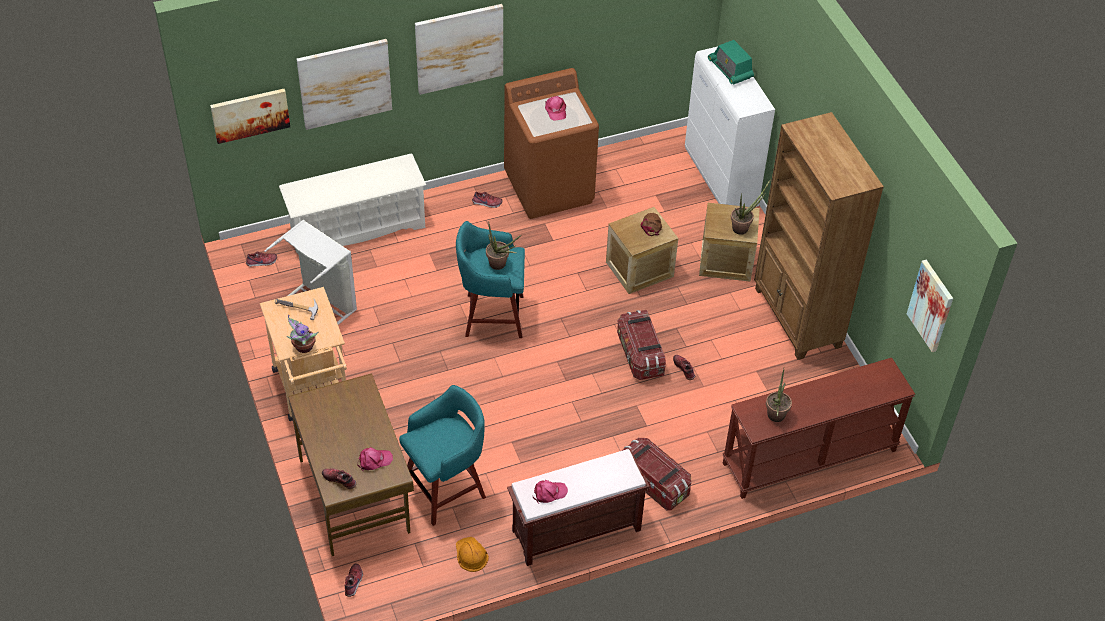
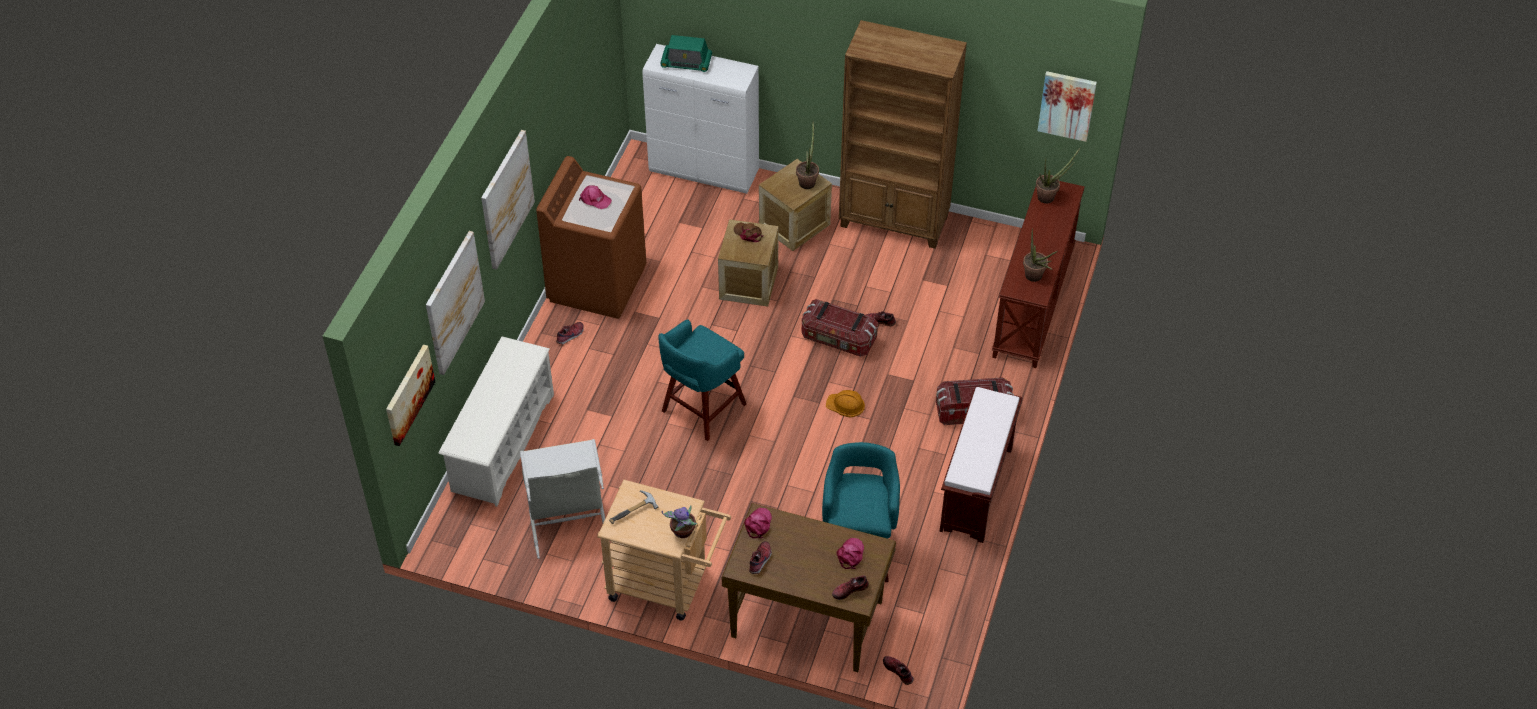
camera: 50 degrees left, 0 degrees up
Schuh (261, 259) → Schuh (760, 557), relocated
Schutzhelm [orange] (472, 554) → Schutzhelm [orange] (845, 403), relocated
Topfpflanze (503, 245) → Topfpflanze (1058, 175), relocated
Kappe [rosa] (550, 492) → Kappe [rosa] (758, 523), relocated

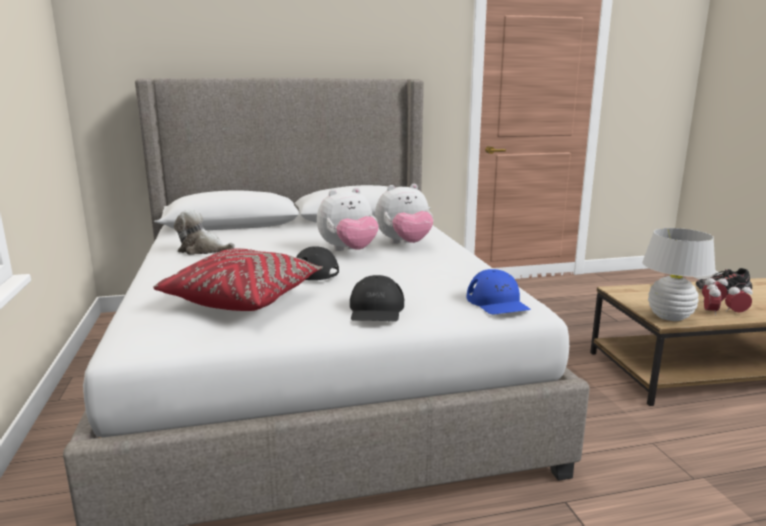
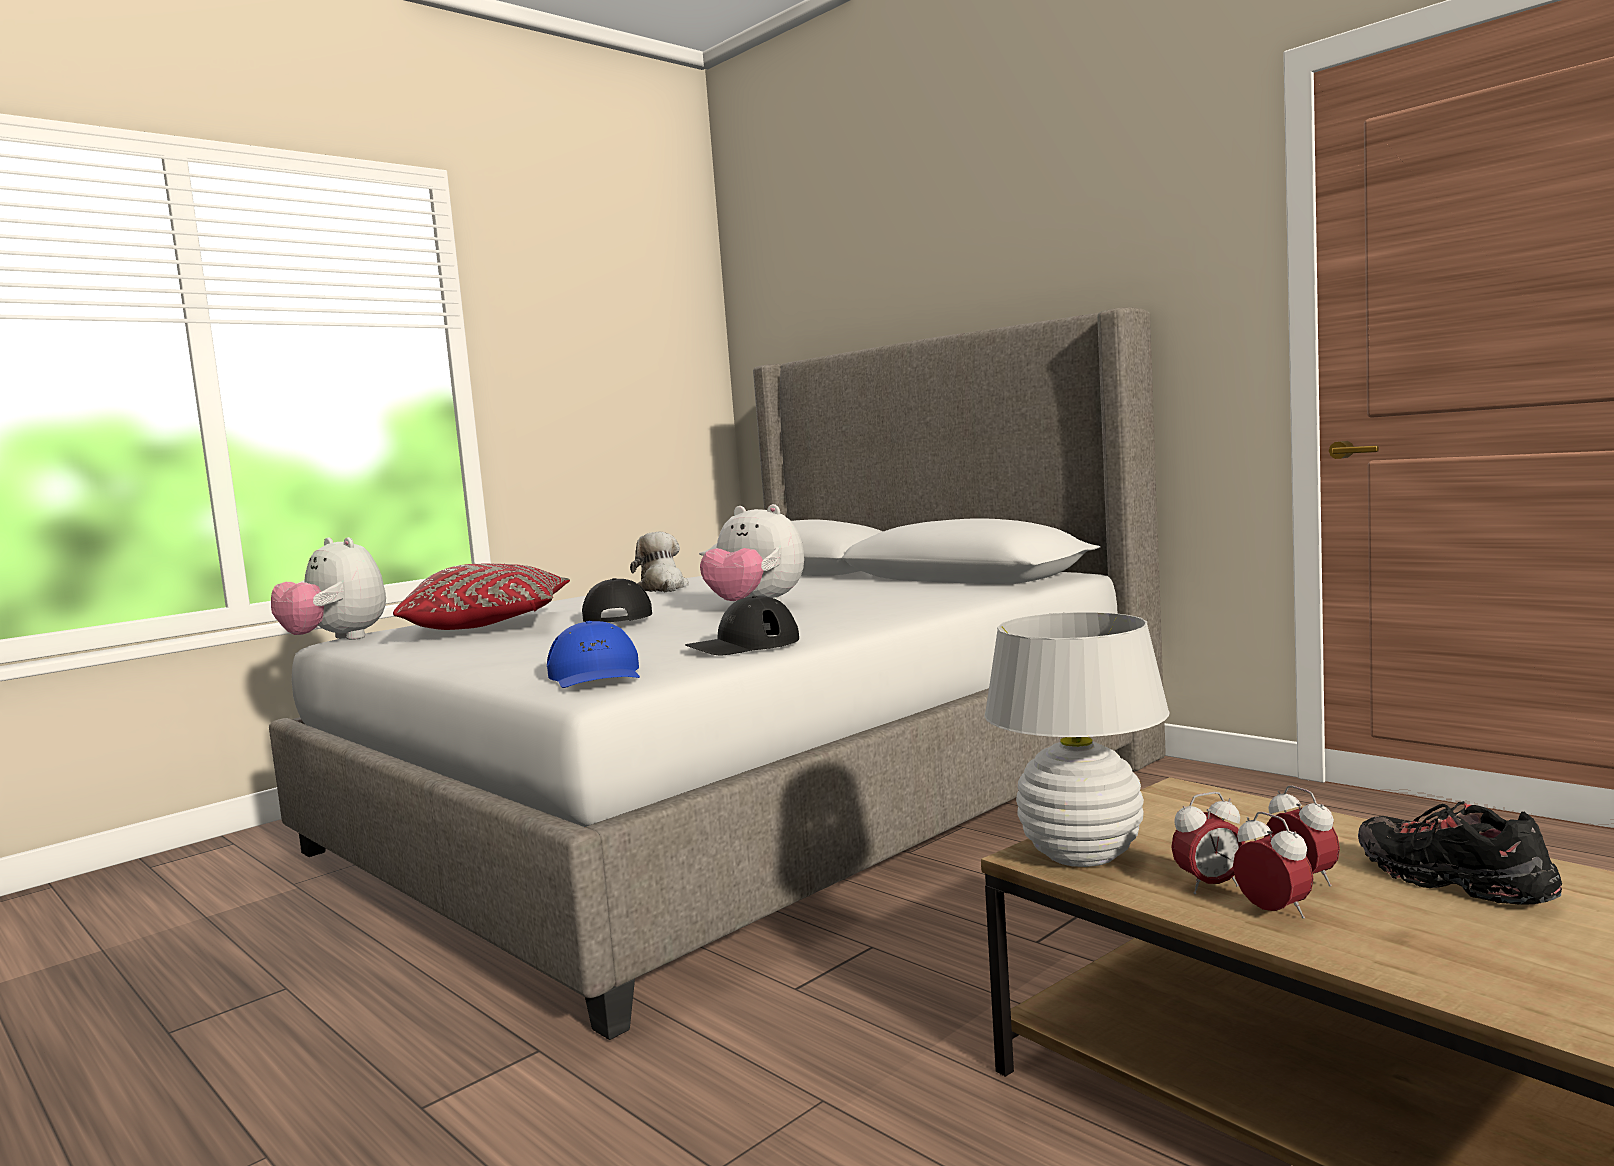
camera: 60 degrees right, 10 degrees down
Kappe [schwarz] (377, 298) → Kappe [schwarz] (742, 625), relocated
Plüschtier (404, 214) → Plüschtier (328, 588), relocated
Kappe [blau] (499, 291) → Kappe [blau] (593, 654), 60 degrees counterclockwise

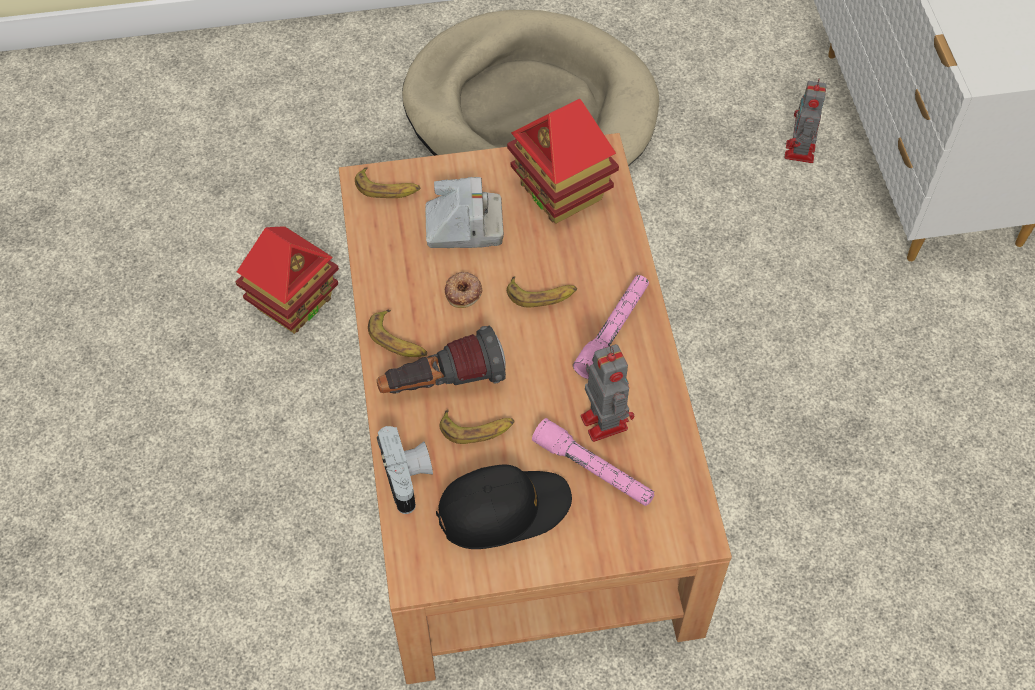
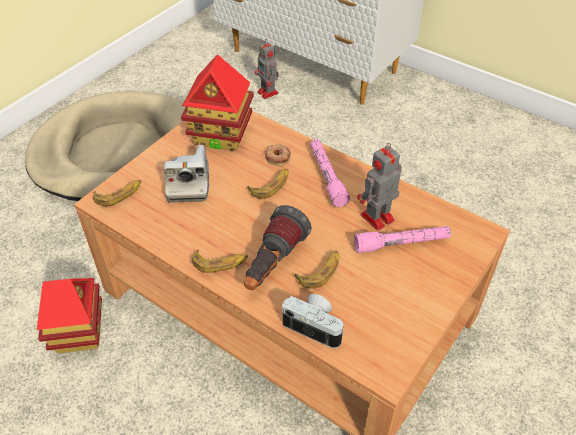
camera: 45 degrees left, 10 degrees down
Kappe [schwarz] (504, 507) → -
Donut (464, 289) → Donut (278, 155), relocated
Kamera (464, 212) → Kamera (186, 174), 135 degrees clockwise
Spielzeugroboter (607, 393) → Spielzeugroboter (379, 187), 60 degrees counterclockwise

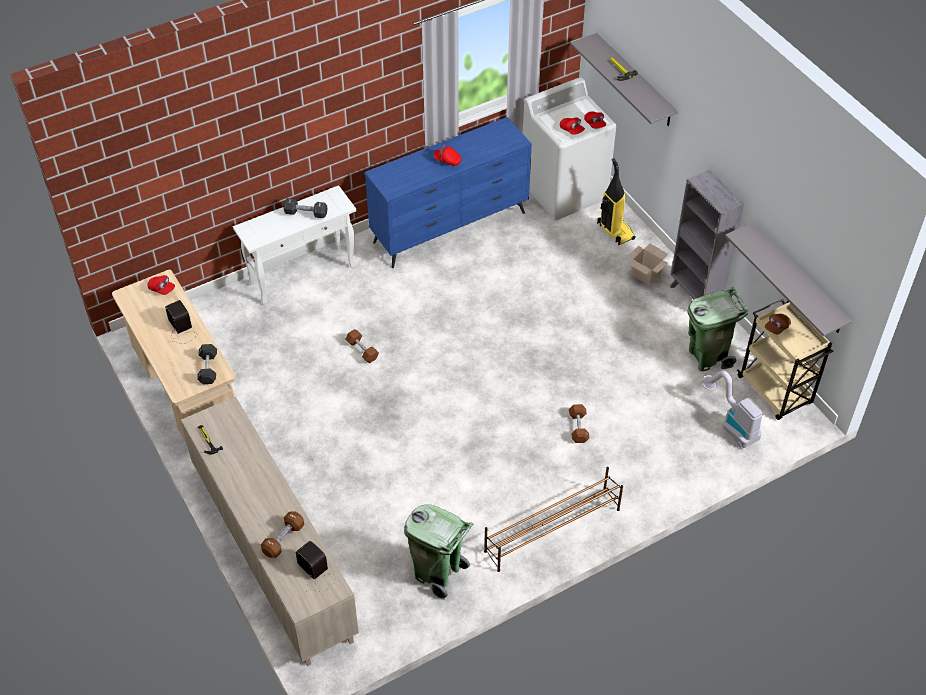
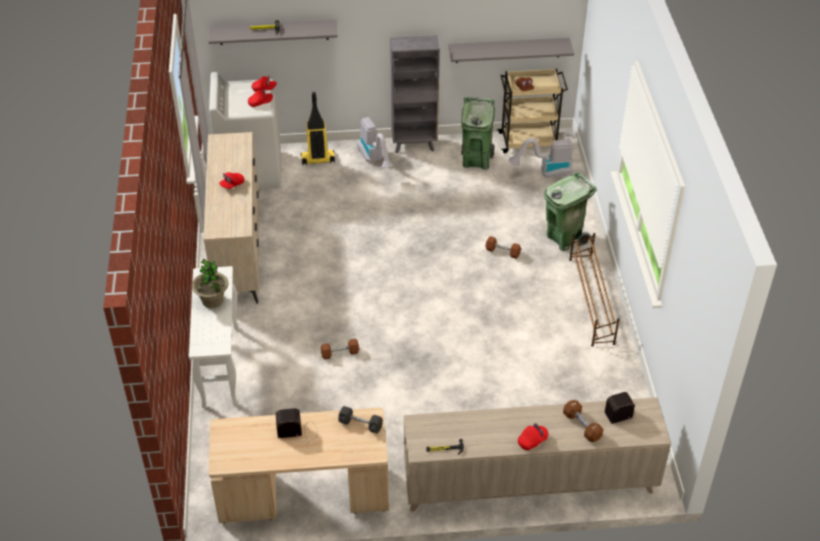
camera: 65 degrees left, 5 degrees down
Kappe [rot] (161, 285) → Kappe [rot] (533, 436), relocated
Mülleimer [grün] (439, 552) → Mülleimer [grün] (570, 211), relocated
Hantel [schwarz] (305, 208) → Topfpflanze (210, 283)
Karton (648, 264) → Staubsauger (375, 142)
Kommode [blau] (448, 192) → Kommode [beige] (231, 218)

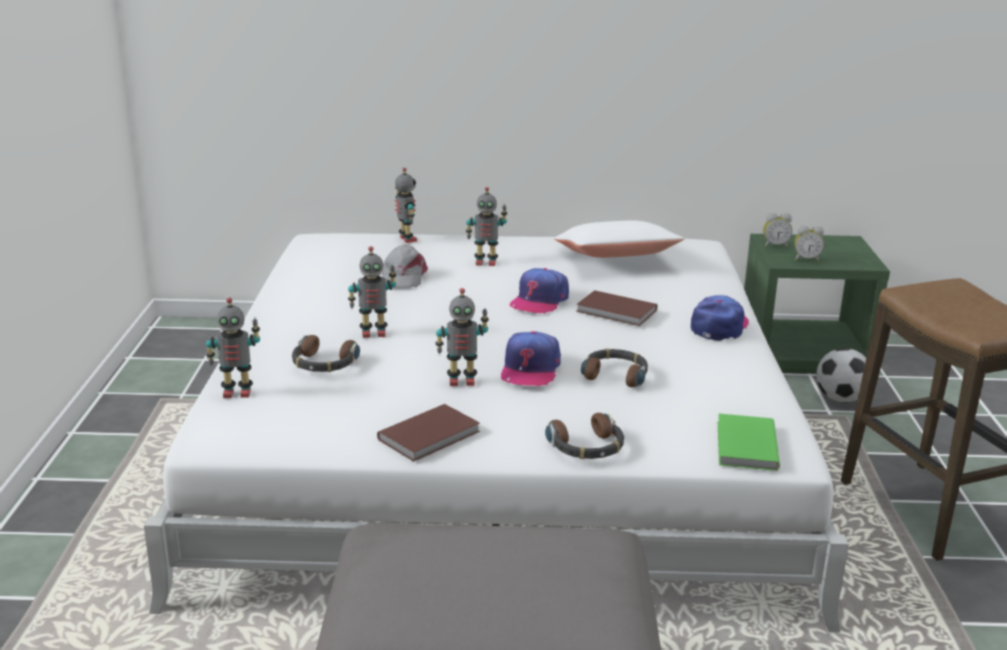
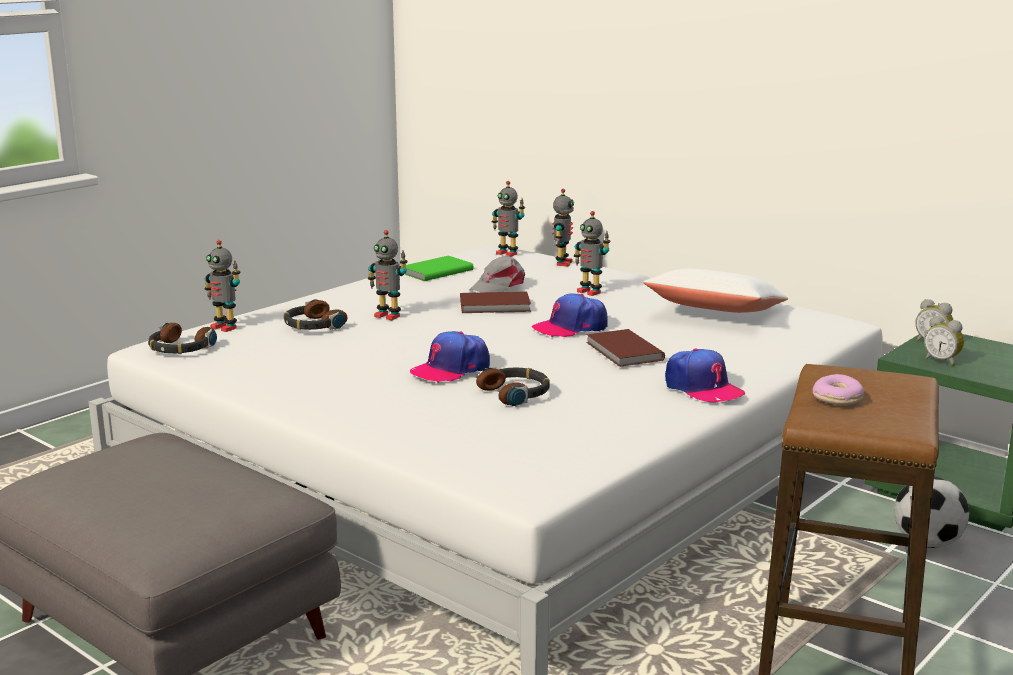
camera: 40 degrees right, 5 degrees down
- → Donut (838, 389)
Buch [braun] (428, 432) → Buch [braun] (495, 302), relocated
Spielzeugroboter (462, 337) → Spielzeugroboter (508, 219), relocated
Kopfhörer (584, 436) → Kopfhörer (182, 338), relocated
Buch [grün] (749, 442) → Buch [grün] (438, 268), relocated
Kappe (720, 318) → Kappe (705, 375), 75 degrees clockwise

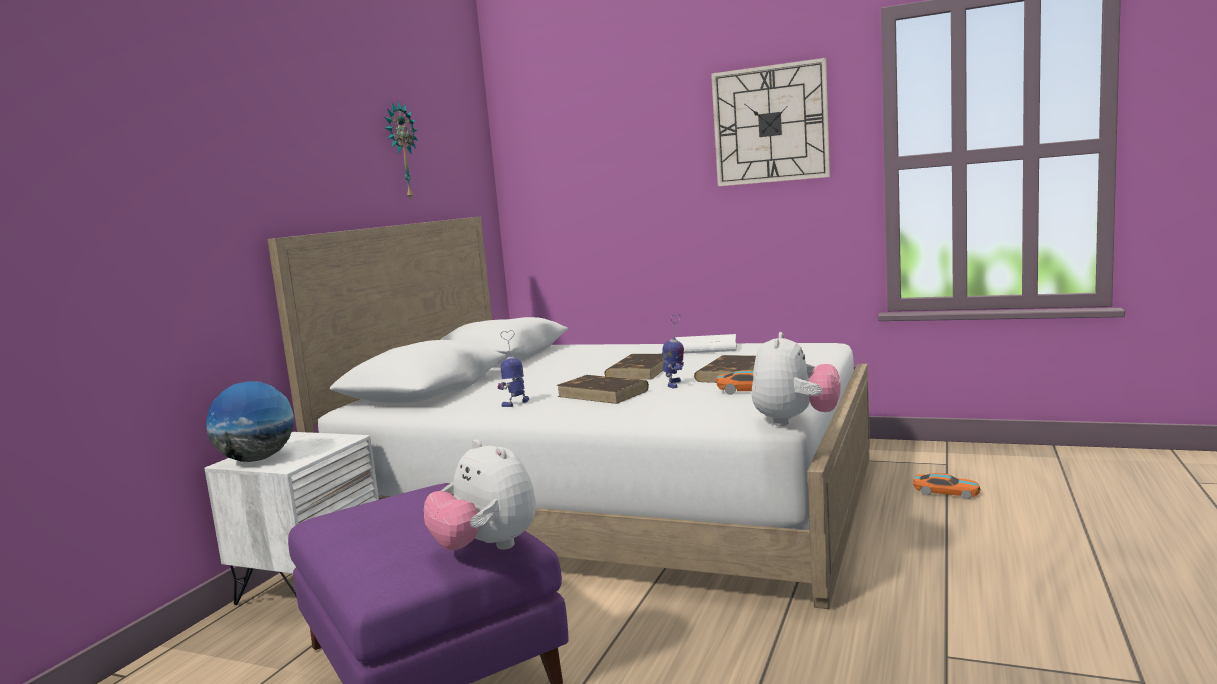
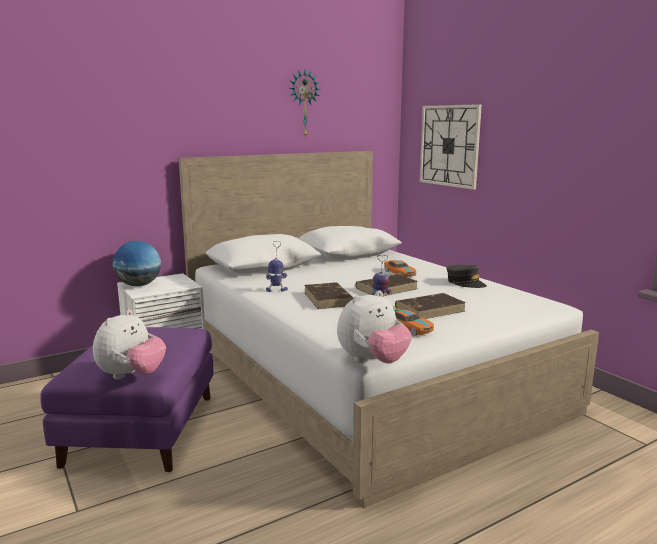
camera: 35 degrees right, 5 degrees up
Wanduhr (770, 122) → Wanduhr (451, 147), relocated
Spielzeugauto (947, 486) → Spielzeugauto (400, 268), relocated
Buch [weiß] (706, 344) → Kappe [grau] (466, 276)
Plüschtier (480, 495) → Plüschtier (129, 344), 150 degrees counterclockwise

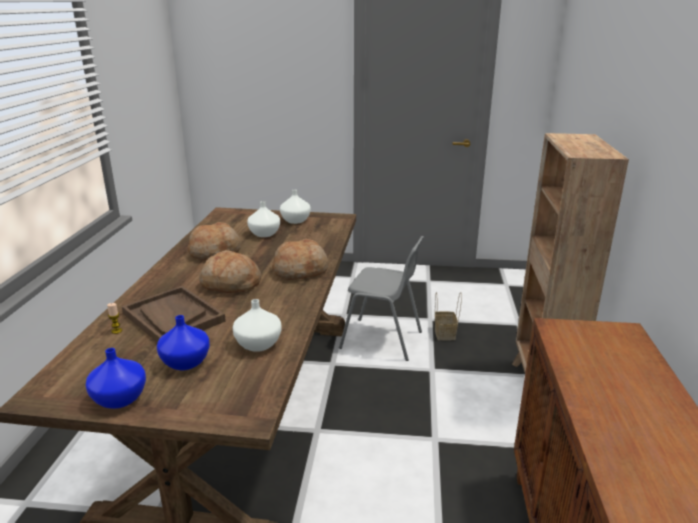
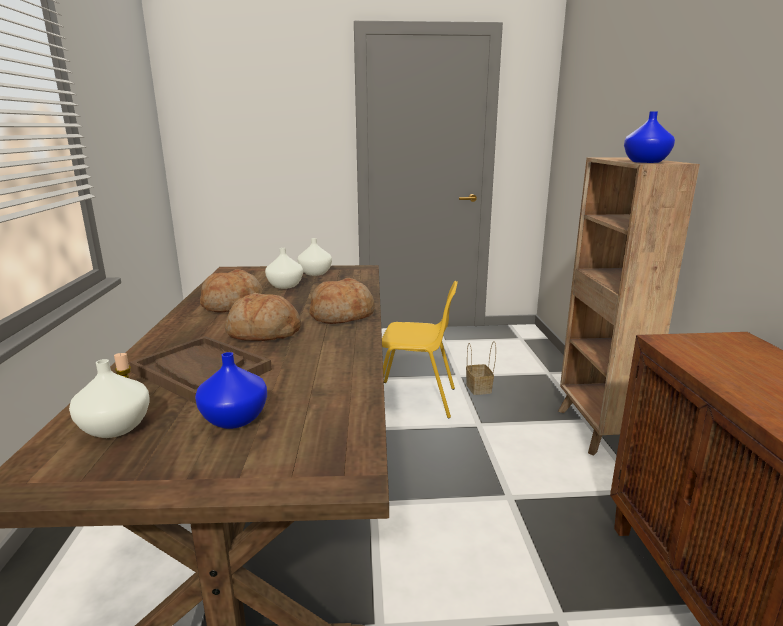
camera: 10 degrees left, 5 degrees down
Vase [blau] (116, 378) → Vase [blau] (649, 137), relocated
Vase [weiß] (257, 325) → Vase [weiß] (109, 398), relocated
Stuhl [grau] (381, 298) → Stuhl [gelb] (420, 349)

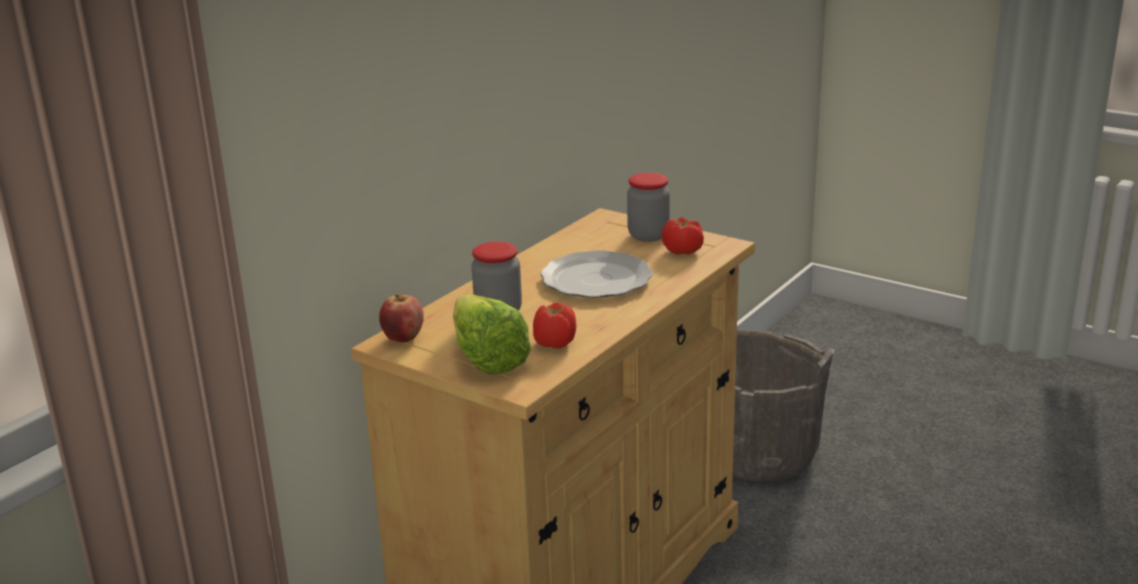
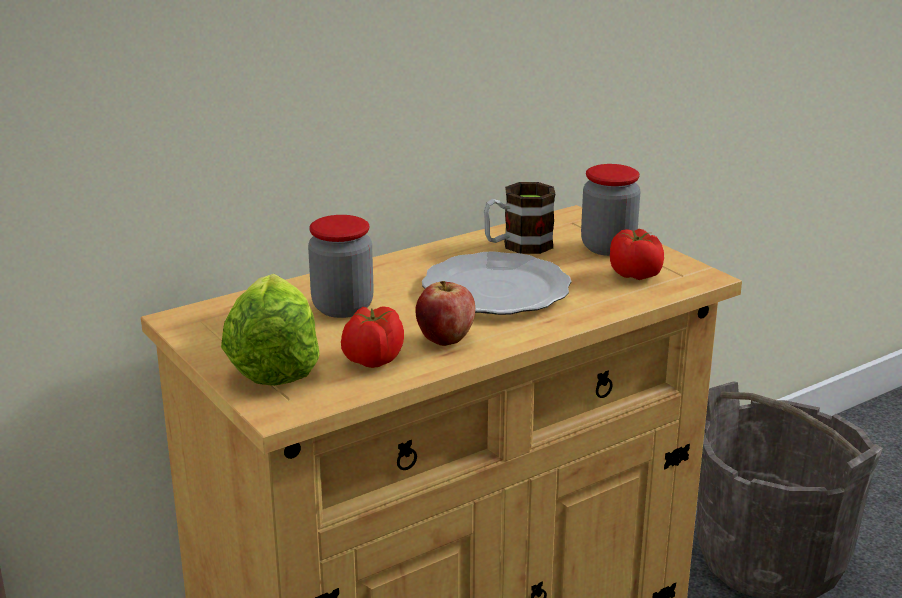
camera: 20 degrees right, 0 degrees up
- → Henkelbecher (519, 218)
Apfel (401, 318) → Apfel (445, 313), relocated

